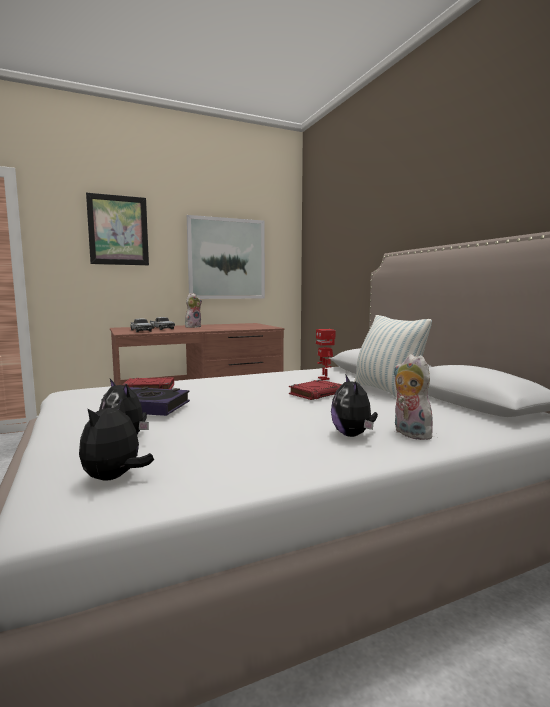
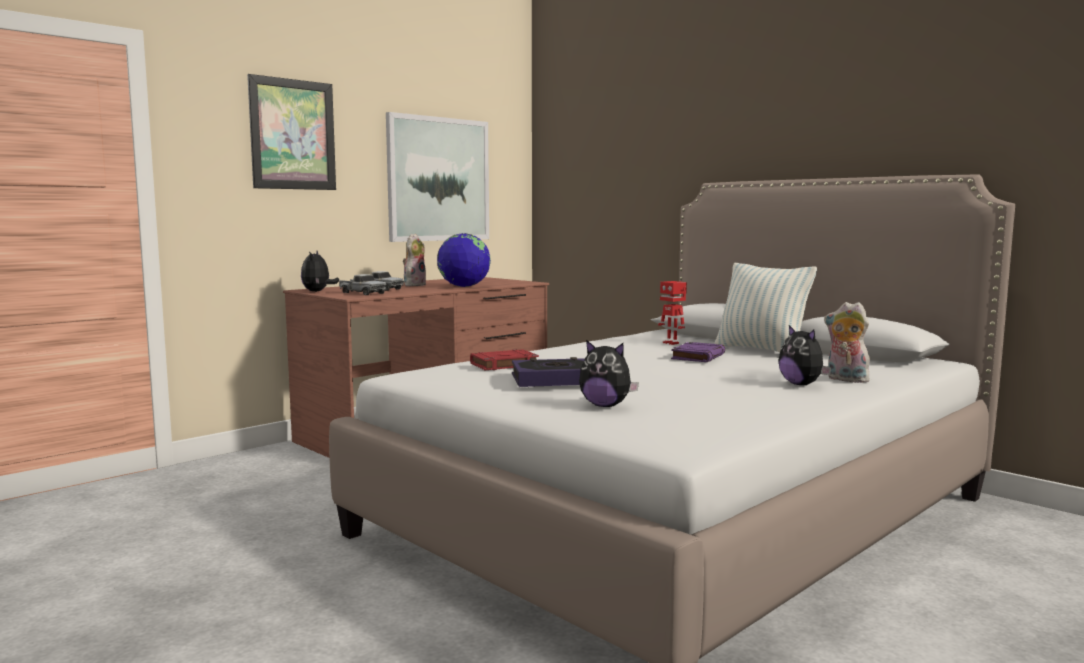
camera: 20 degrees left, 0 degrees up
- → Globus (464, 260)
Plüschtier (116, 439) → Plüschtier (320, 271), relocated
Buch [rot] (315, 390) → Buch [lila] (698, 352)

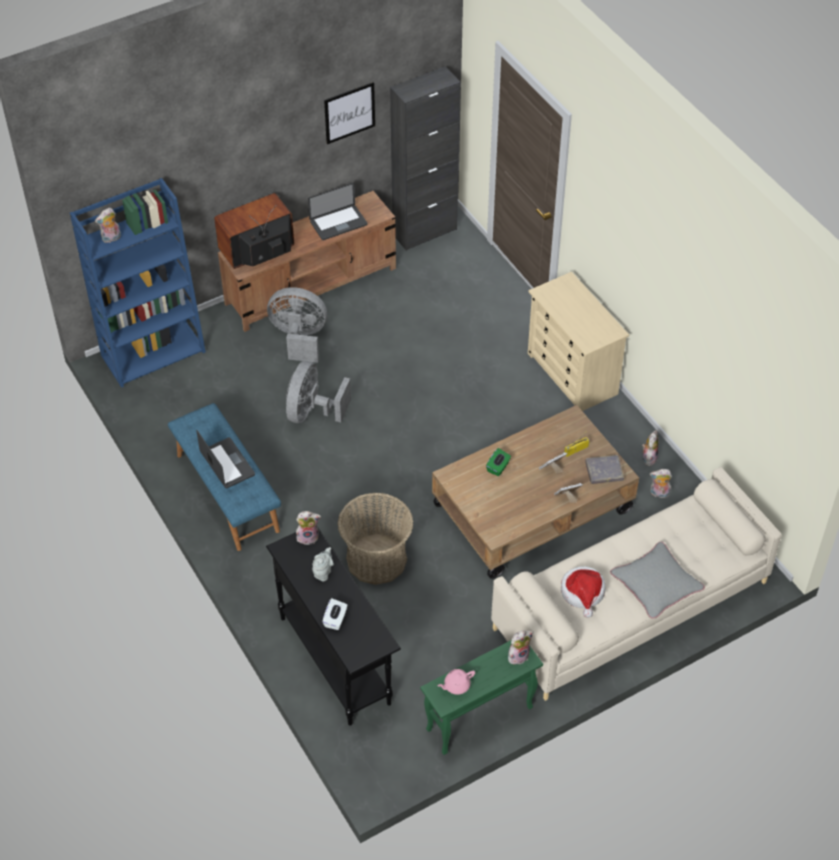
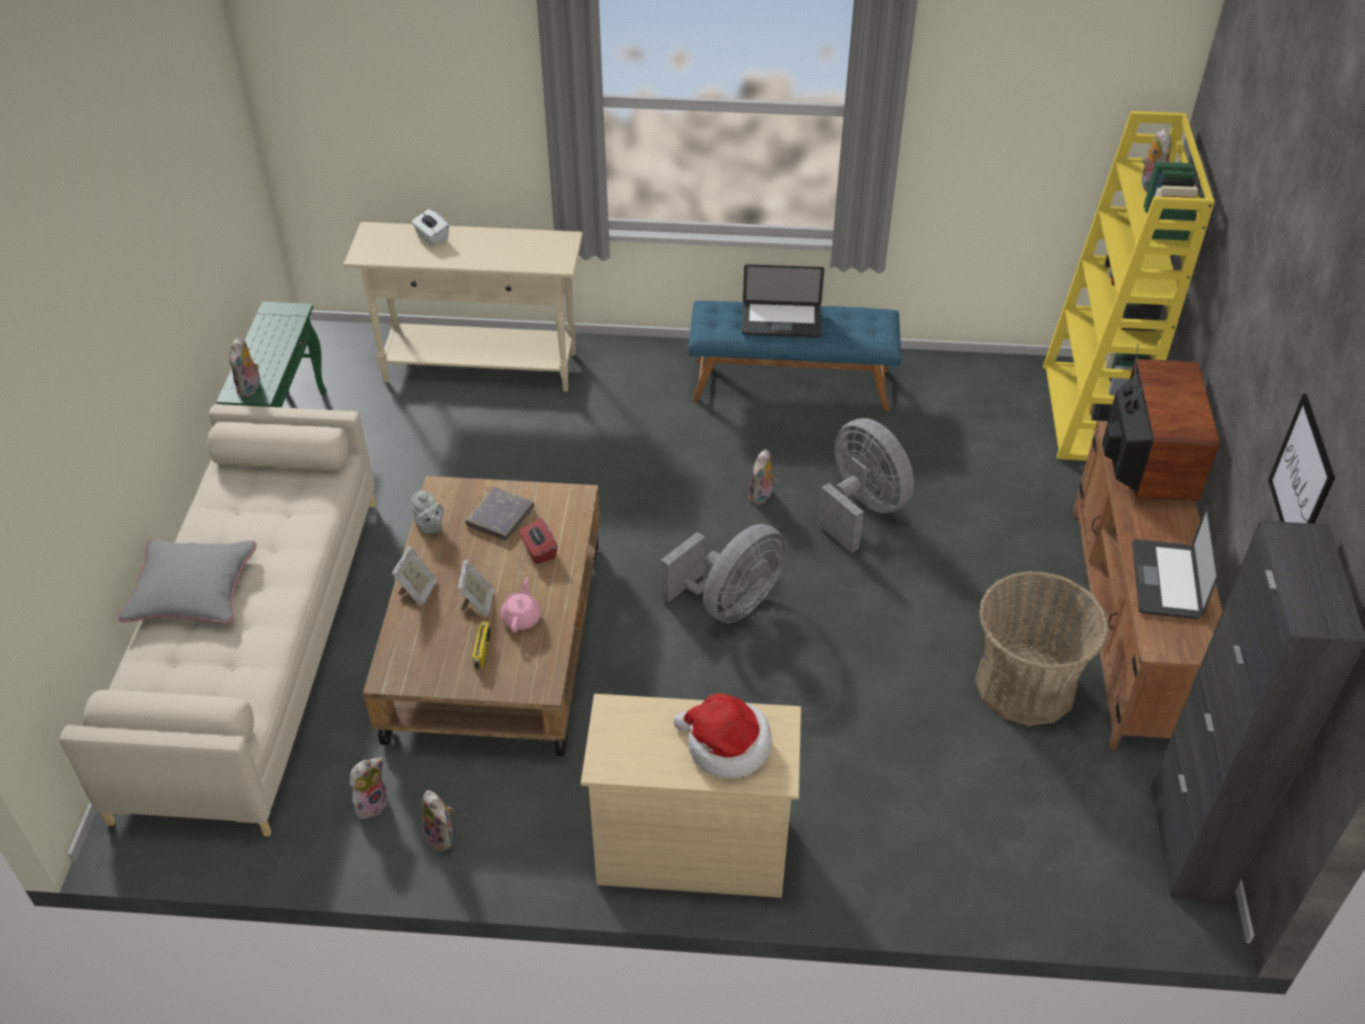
camera: 125 degrees right, 5 degrees down
Ventilator [grau] (297, 325) → Ventilator [grau] (723, 573), relocated
Plüschtier (308, 528) → Plüschtier (762, 477), relocated
Teekanne [grau] (323, 564) → Teekanne [grau] (427, 512), relocated
Korb (375, 539) → Korb (1042, 648), relocated
Teekanne [rosa] (456, 682) → Teekanne [rosa] (520, 605), relocated
Hut (583, 592) → Hut (723, 736), relocated
Buch [grau] (604, 469) → Buch [grau] (499, 514), relocated
Bücherregal [blau] (138, 283) → Bücherregal [gelb] (1129, 286)
Konsolentisch [schwarz] (333, 626) → Konsolentisch [beige] (463, 307)
Taschentuchbox [grün] (498, 462) → Taschentuchbox [rot] (538, 541)

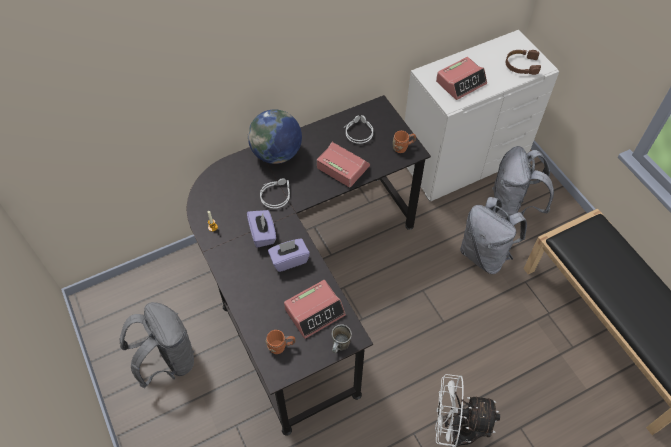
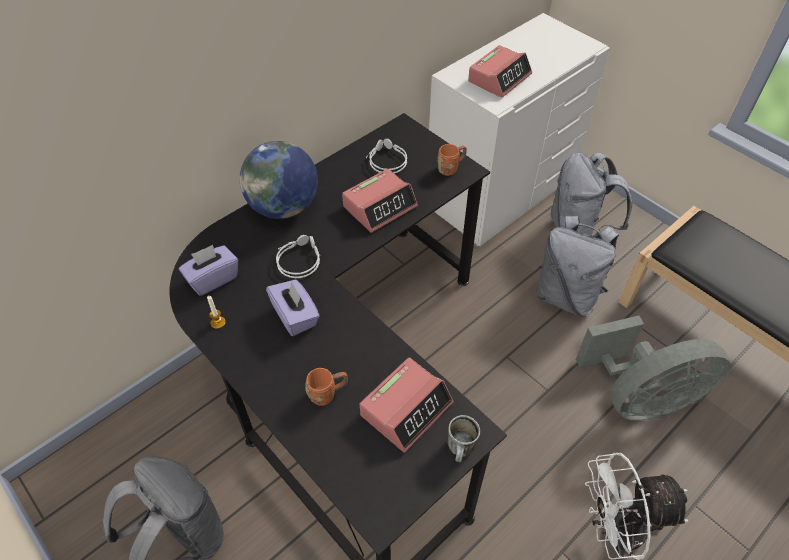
camera: 15 degrees left, 5 degrees down
Kopfhörer [braun] (523, 62) → -
- → Ventilator [grau] (653, 368)
Henkelbecher [orange] (280, 342) → Henkelbecher [orange] (326, 387), relocated
Taschentuchbox [lila] (289, 255) → Taschentuchbox [lila] (208, 270), relocated
Wecker (343, 164) → Wecker (380, 201), 120 degrees clockwise

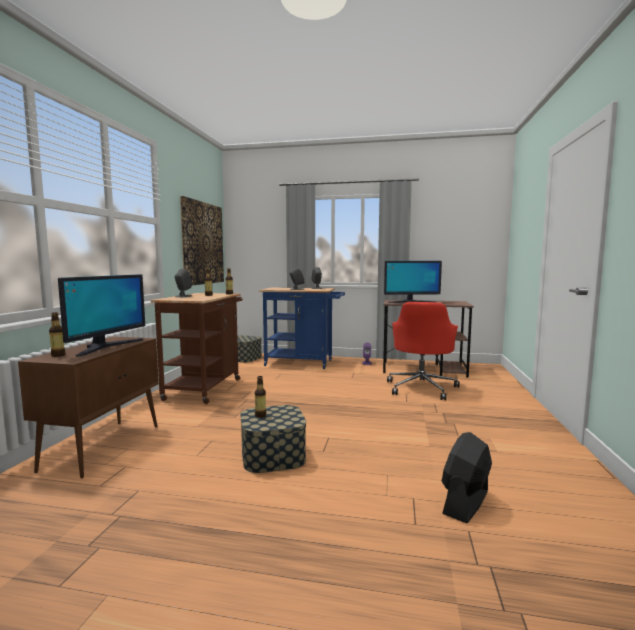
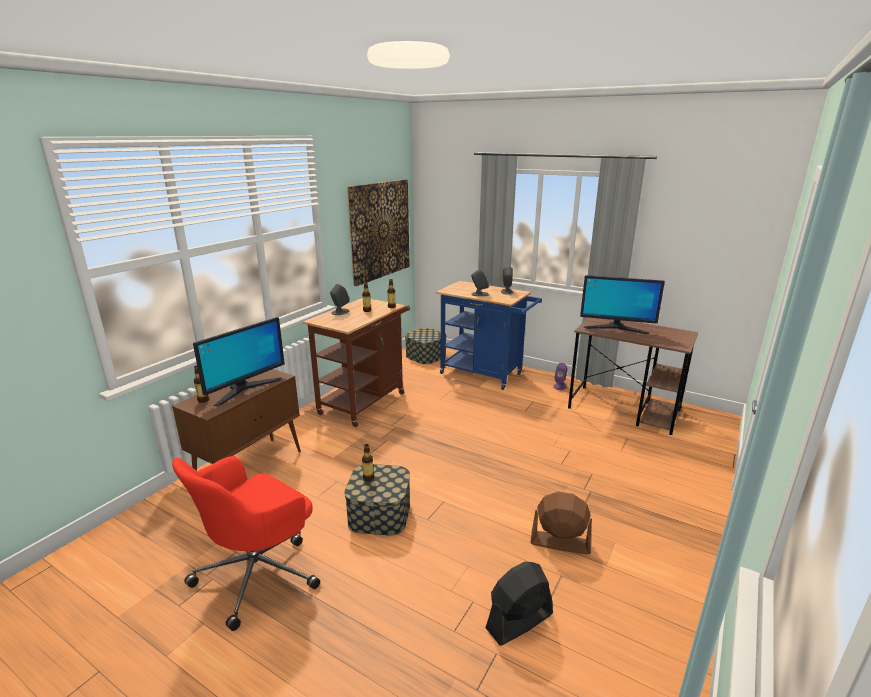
camera: 20 degrees right, 15 degrees up
- → Ventilator [braun] (561, 523)
Bürostuhl [rot] (423, 351) → Bürostuhl [rot] (246, 543), relocated

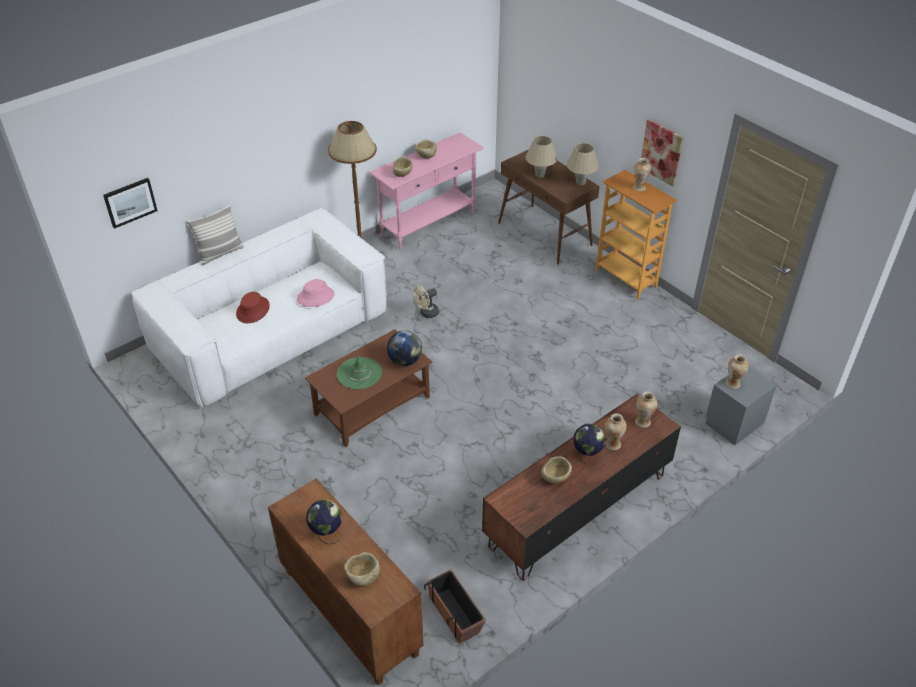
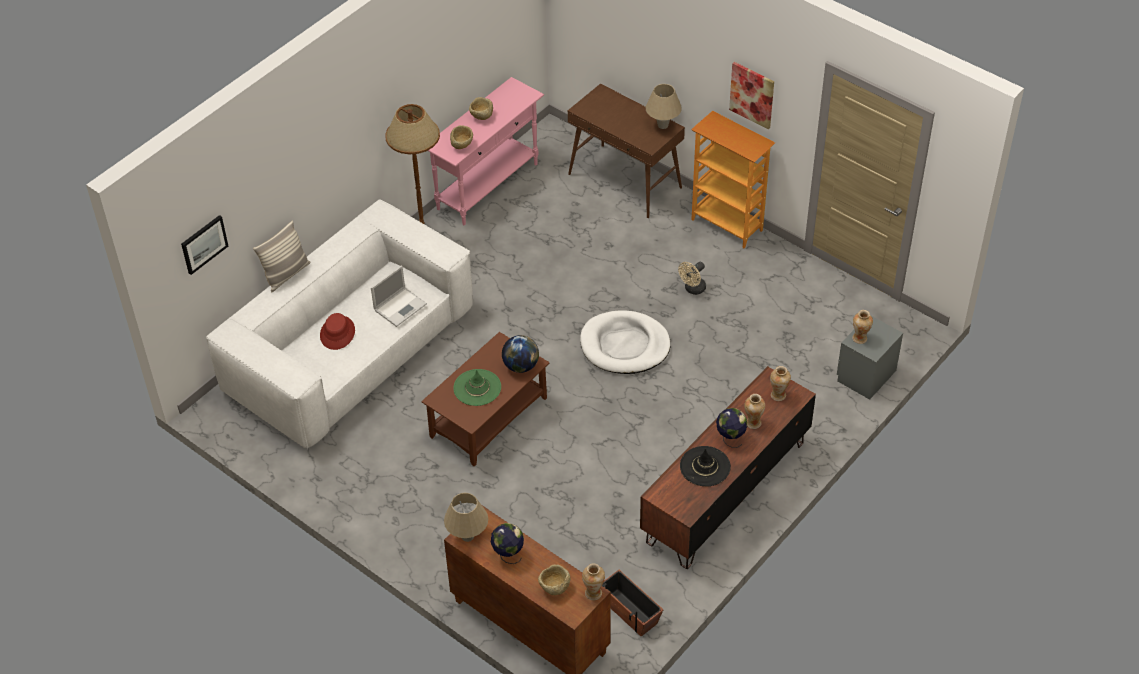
camera: 10 degrees left, 5 degrees up
- → Hundebett [weiß] (625, 342)
Ventilator [beige] (426, 302) → Ventilator [beige] (692, 278), relocated
Tischlampe [beige] (541, 157) → Tischlampe [beige] (466, 517), relocated
Vase (642, 174) → Vase (593, 581), relocated
Hut [rosa] (316, 293) → Laptop (399, 296)
Schüssel [beige] (556, 470) → Hut [schwarz] (705, 466)

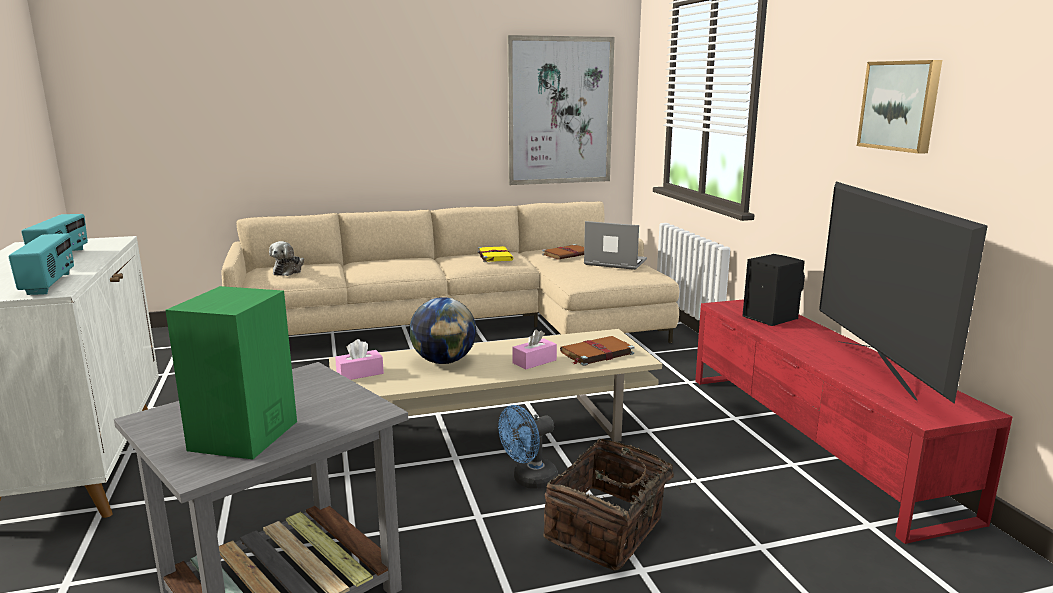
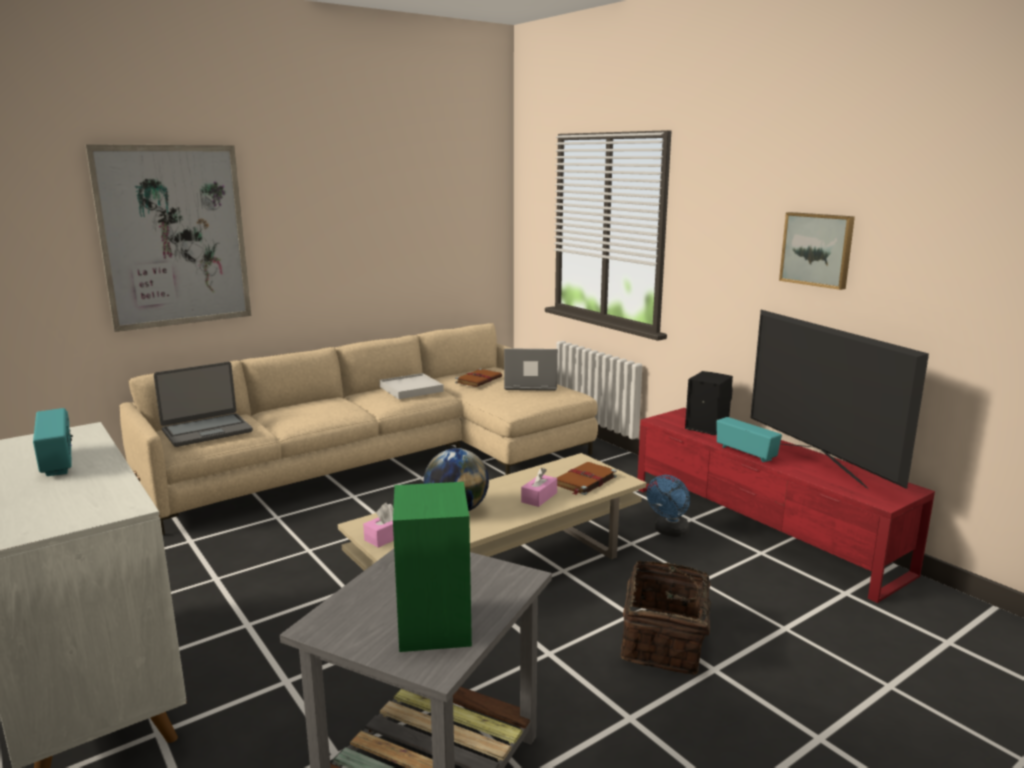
camera: 20 degrees left, 0 degrees up
Radio (41, 264) → Radio (749, 439), relocated
Ventilator [blau] (528, 447) → Ventilator [blau] (668, 506), relocated
Bild (561, 110) → Bild (168, 238), relocated
Plüschtier (286, 258) → Laptop (203, 404)
Buch [gelb] (495, 254) → Tablett [weiß] (412, 386)

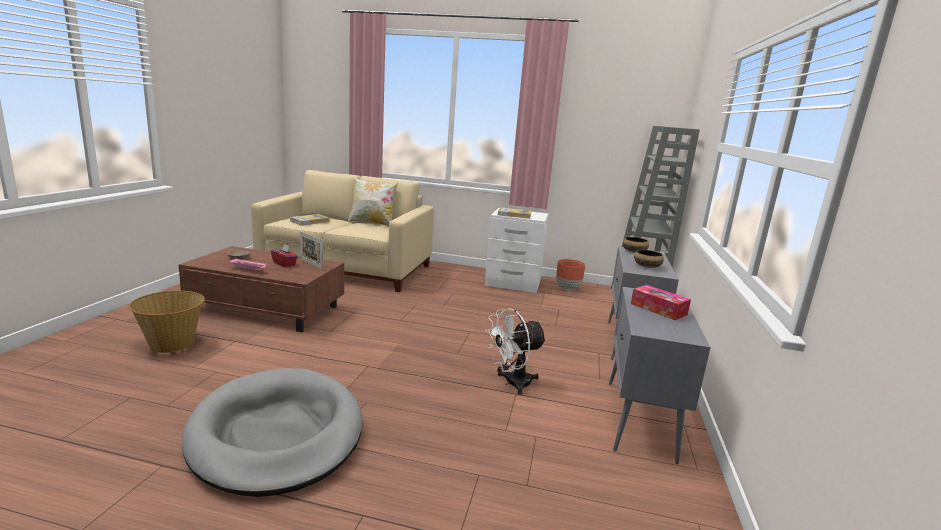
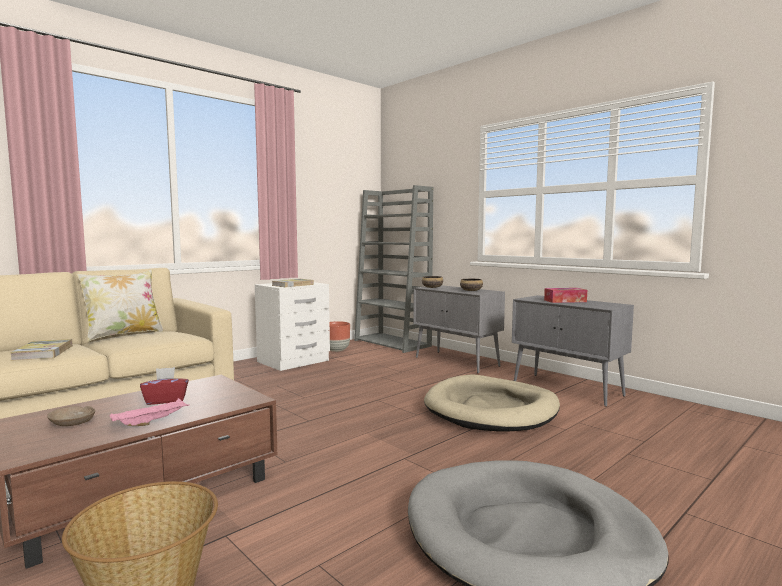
camera: 55 degrees left, 10 degrees down
Bilderrahmen (312, 250) → -
Ventilator [weiß] (516, 351) → Hundebett [beige] (492, 403)

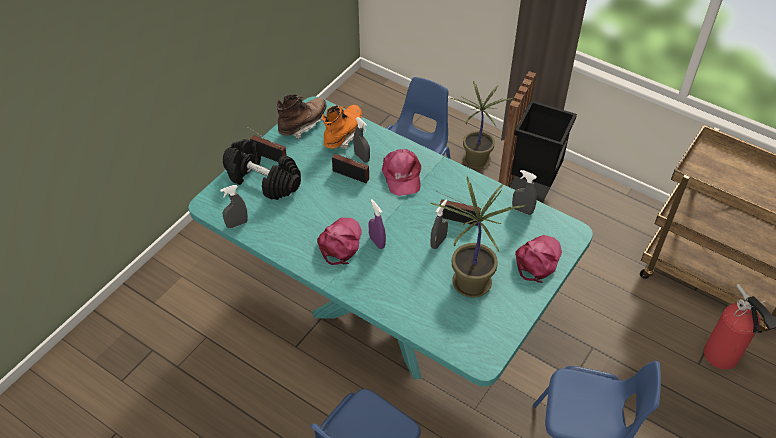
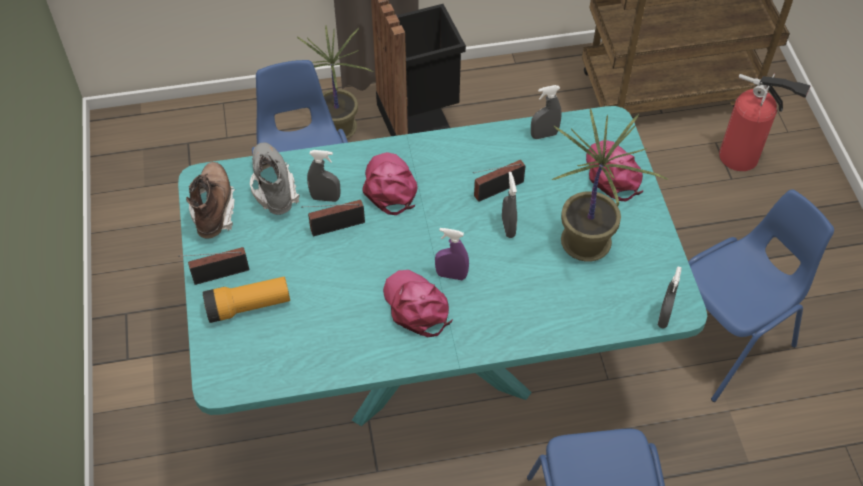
camera: 45 degrees left, 5 degrees up
Sprühflasche [grau] (234, 206) → Sprühflasche [grau] (670, 297), relocated
Hantel [schwarz] (262, 169) → Taschenlampe (246, 300)
Stiefel [orange] (342, 127) → Stiefel [grau] (275, 178)
Kappe [rosa] (401, 172) → Kappe [rosa] (390, 183), 135 degrees counterclockwise

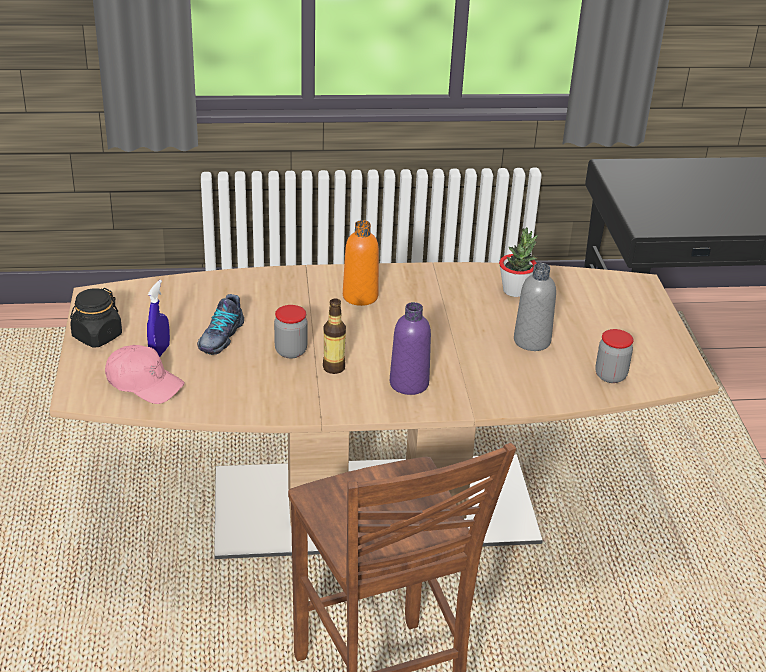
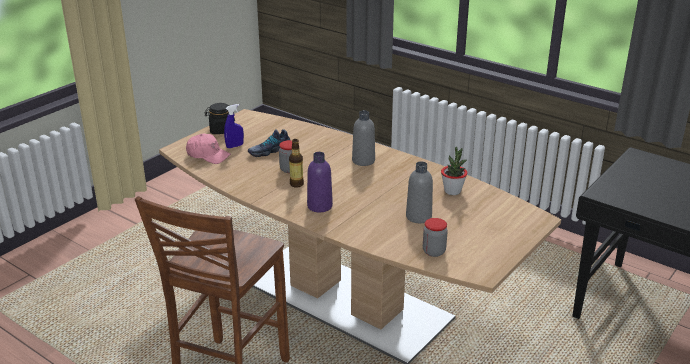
camera: 45 degrees right, 5 degrees down
Flasche [orange] (361, 263) → Flasche [grau] (363, 138)
Kappe [rosa] (145, 374) → Kappe [rosa] (208, 149), 45 degrees counterclockwise

